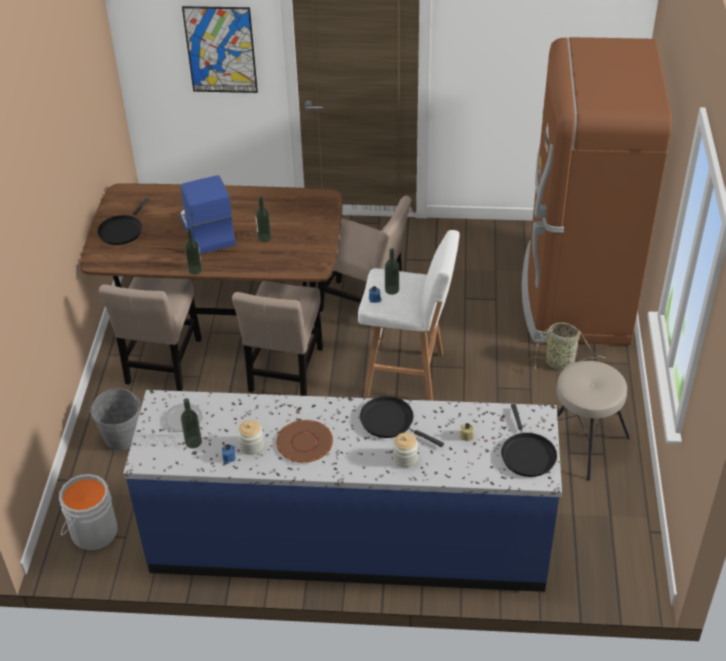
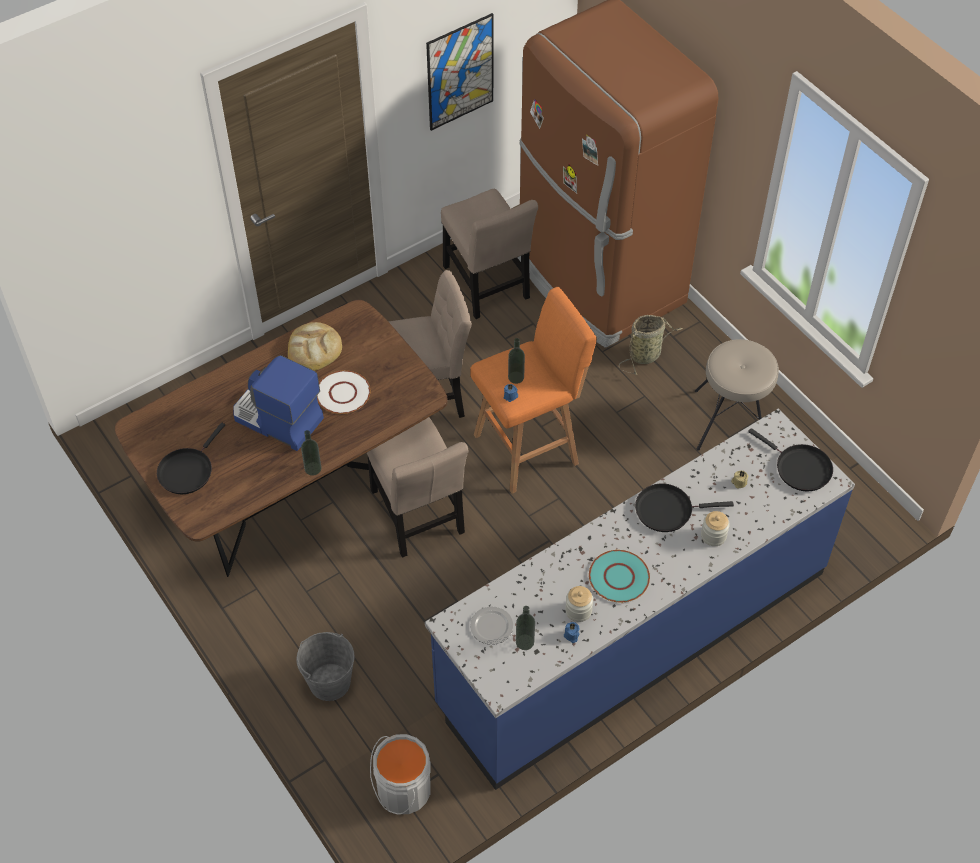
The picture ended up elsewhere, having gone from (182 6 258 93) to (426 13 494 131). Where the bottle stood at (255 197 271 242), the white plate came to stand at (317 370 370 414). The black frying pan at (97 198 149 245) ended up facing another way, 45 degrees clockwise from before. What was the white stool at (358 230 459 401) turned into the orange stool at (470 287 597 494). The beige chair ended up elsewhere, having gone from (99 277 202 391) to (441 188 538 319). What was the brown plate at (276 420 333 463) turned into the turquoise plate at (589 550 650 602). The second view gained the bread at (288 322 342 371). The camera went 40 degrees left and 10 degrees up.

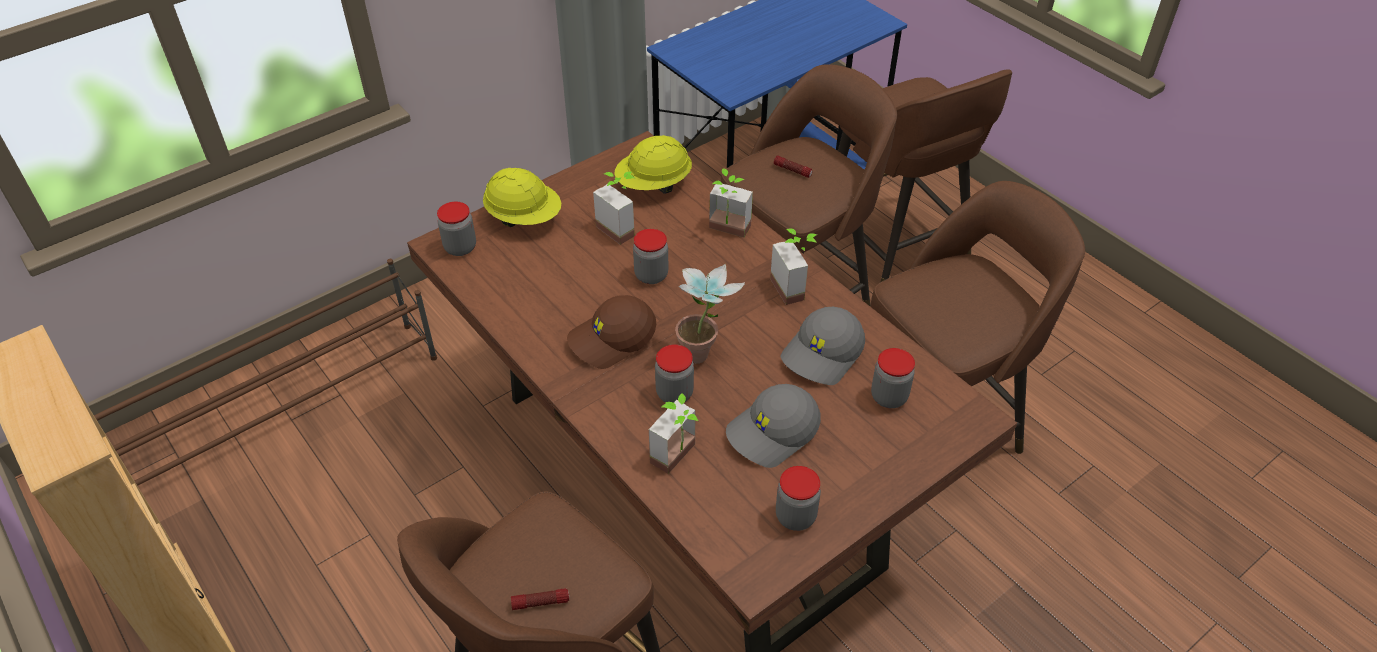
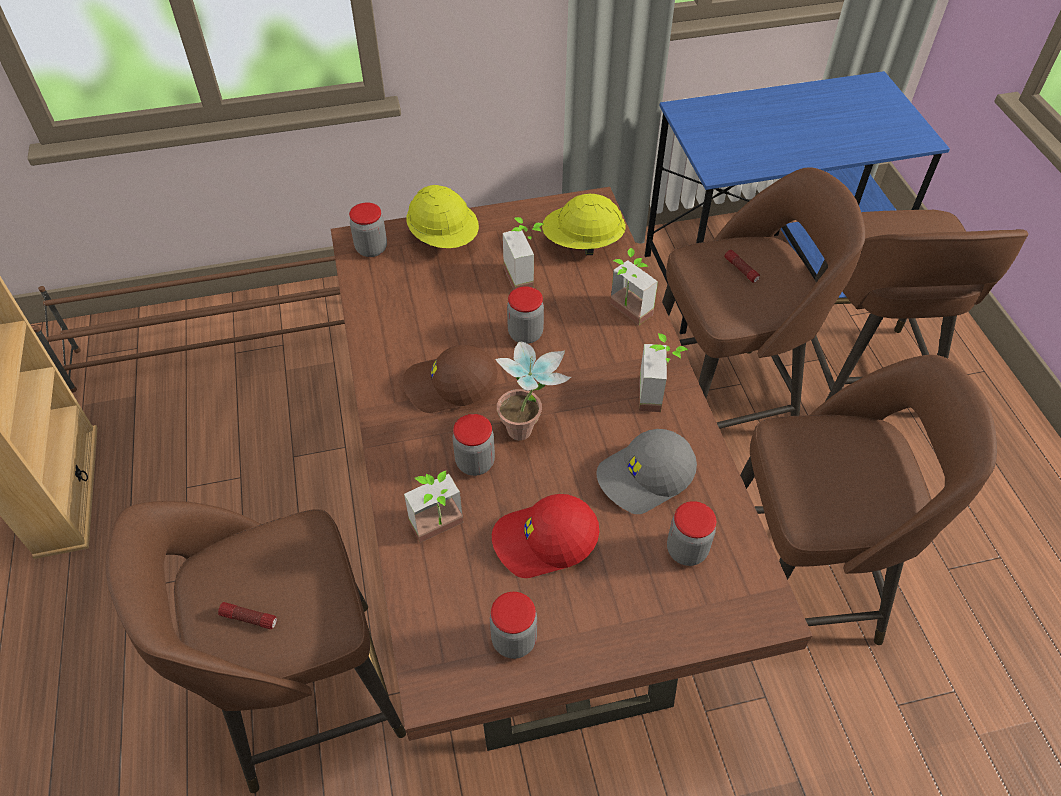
What was the grey cap at (726 384 821 468) turned into the red cap at (492 494 599 578). The camera went 25 degrees right and 5 degrees up.

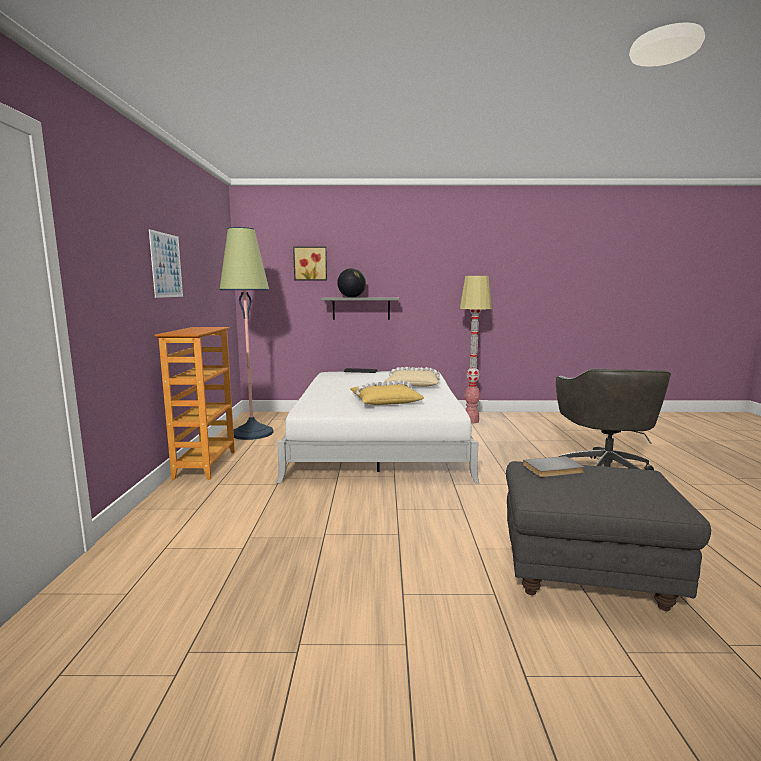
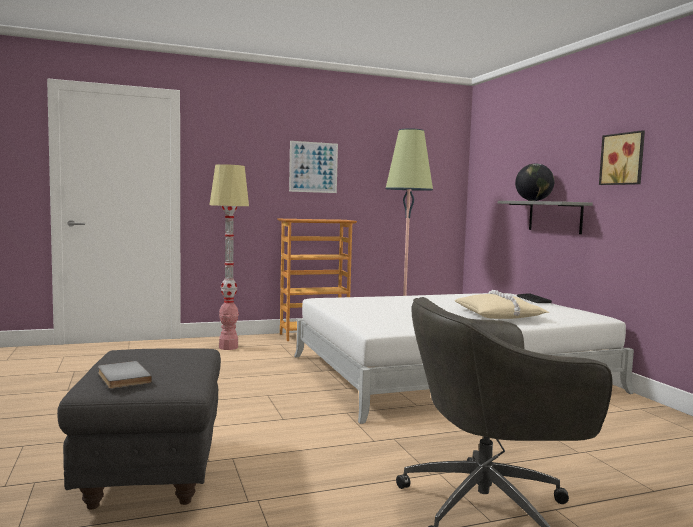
The picture ended up elsewhere, having gone from (293 247 327 280) to (599 130 645 185). The floor lamp ended up elsewhere, having gone from (459 276 492 423) to (210 164 249 350). The second view lost the yellow pillow at (350 380 424 405). The grey book ended up elsewhere, having gone from (523 456 584 477) to (98 361 152 389). The camera went 70 degrees right and 5 degrees down.

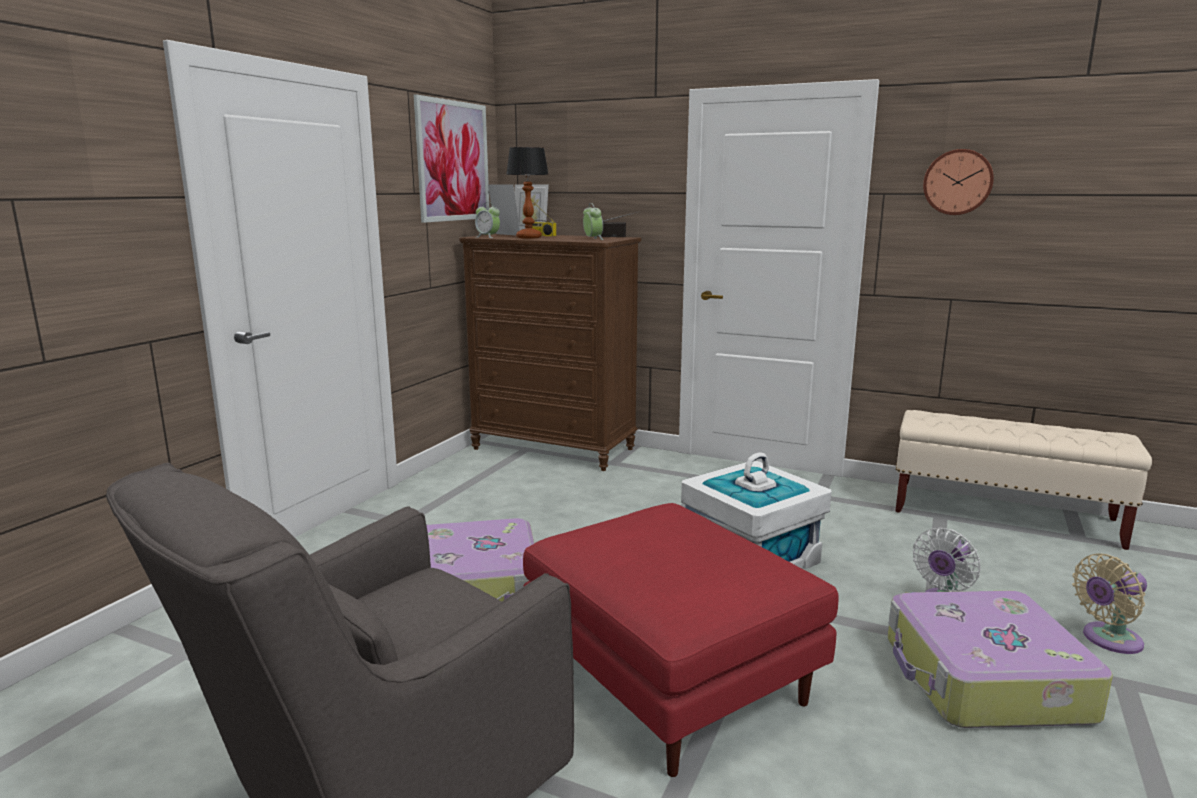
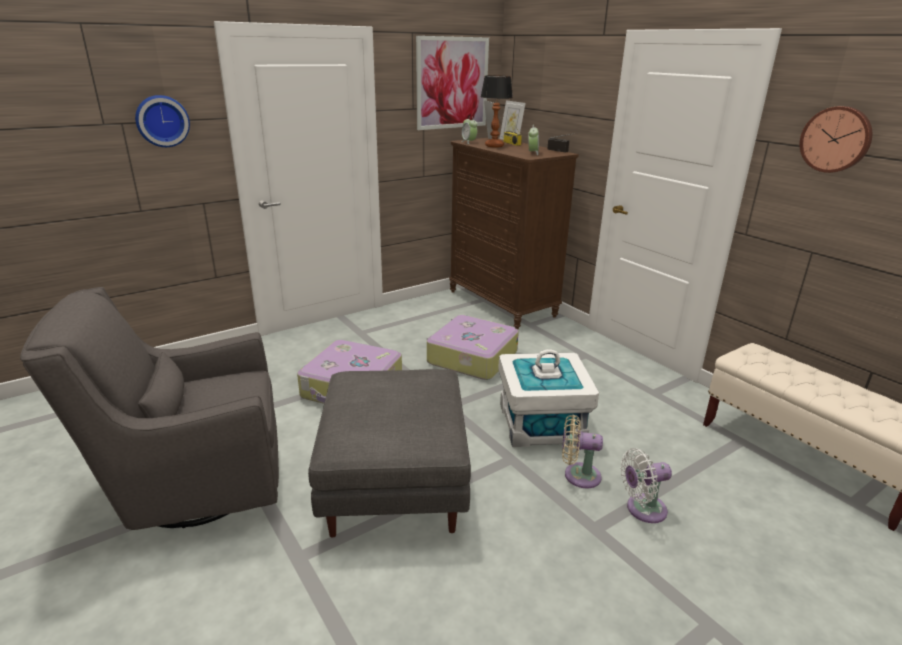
What was the red ottoman at (523 503 839 777) turned into the grey ottoman at (308 369 471 538). The beige fan ended up elsewhere, having gone from (1072 553 1147 654) to (562 415 603 488). The suitcase ended up elsewhere, having gone from (888 591 1113 728) to (427 315 519 380). The second view gained the wall clock at (135 95 190 147). The camera went 30 degrees right and 10 degrees up.

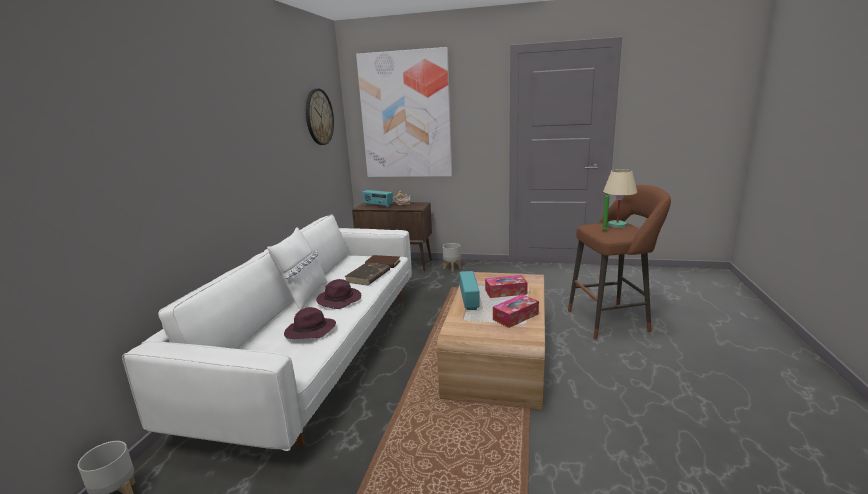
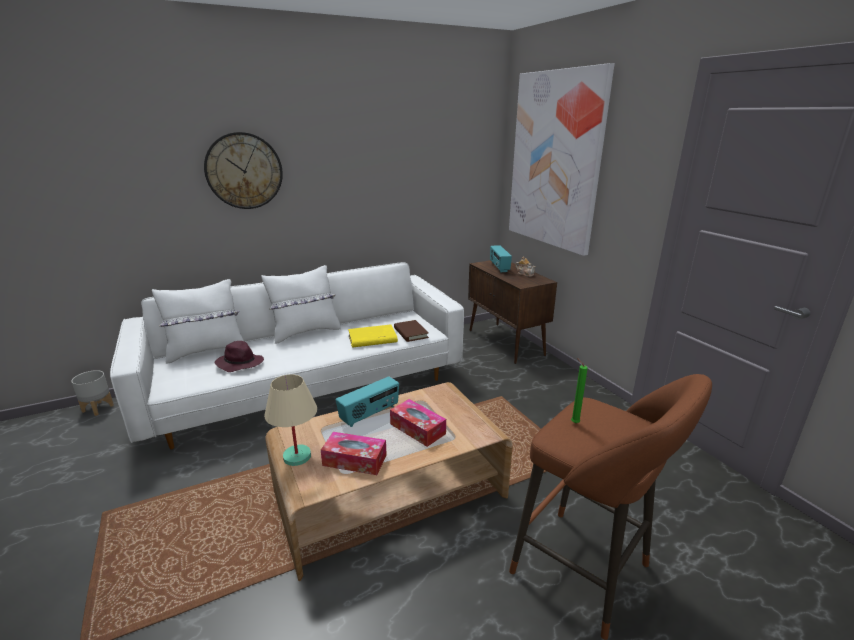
The wall clock ended up elsewhere, having gone from (306 89 334 145) to (204 132 283 209). The beige table lamp ended up elsewhere, having gone from (603 169 637 228) to (264 374 317 466). The second view lost the grey planter at (443 243 461 272). What was the brown book at (344 262 390 286) turned into the yellow book at (348 324 398 348). The second view lost the purple hat at (316 279 361 309). The second view gained the white pillow at (152 279 244 364). The camera went 50 degrees right and 5 degrees up.

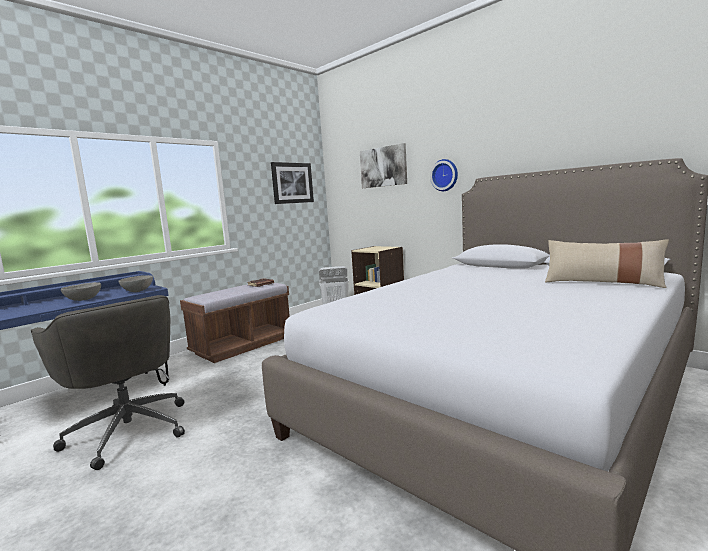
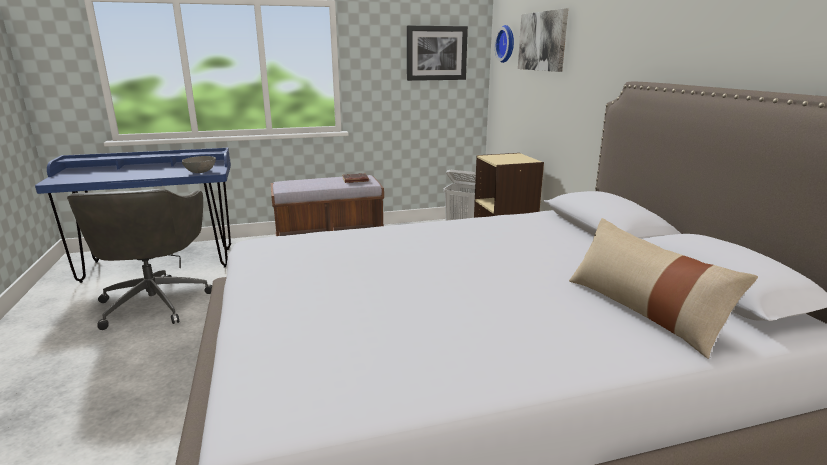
The wall clock ended up elsewhere, having gone from (430 159 458 191) to (495 25 514 63). The second view lost the grey bowl at (61 282 101 301). The camera went 30 degrees right and 10 degrees up.

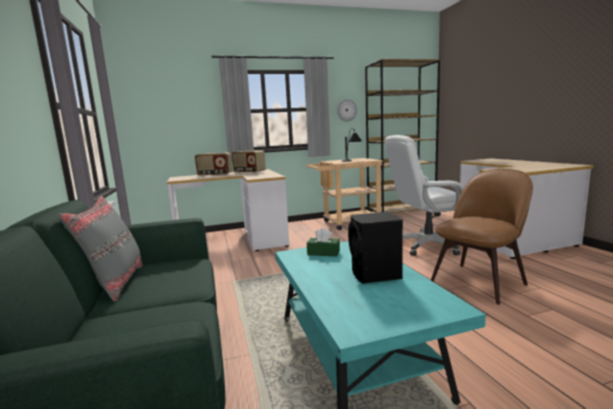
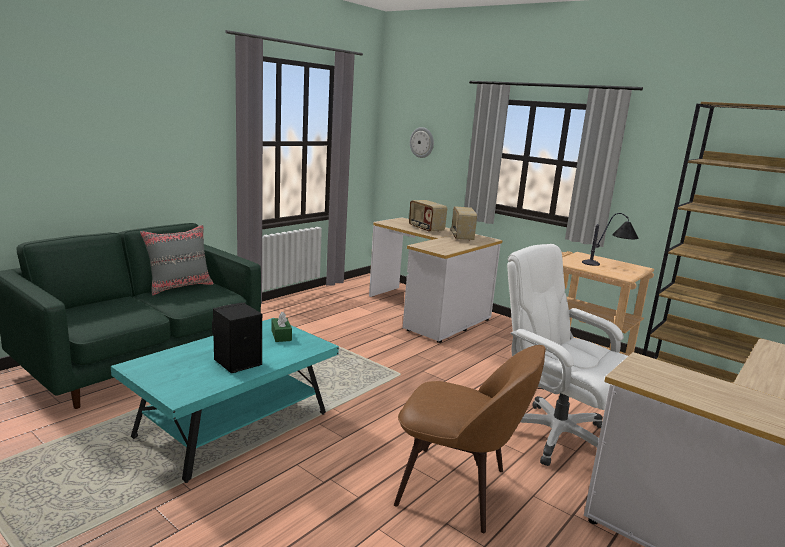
The wall clock ended up elsewhere, having gone from (337 99 357 122) to (410 127 434 158). The camera went 55 degrees right and 5 degrees up.

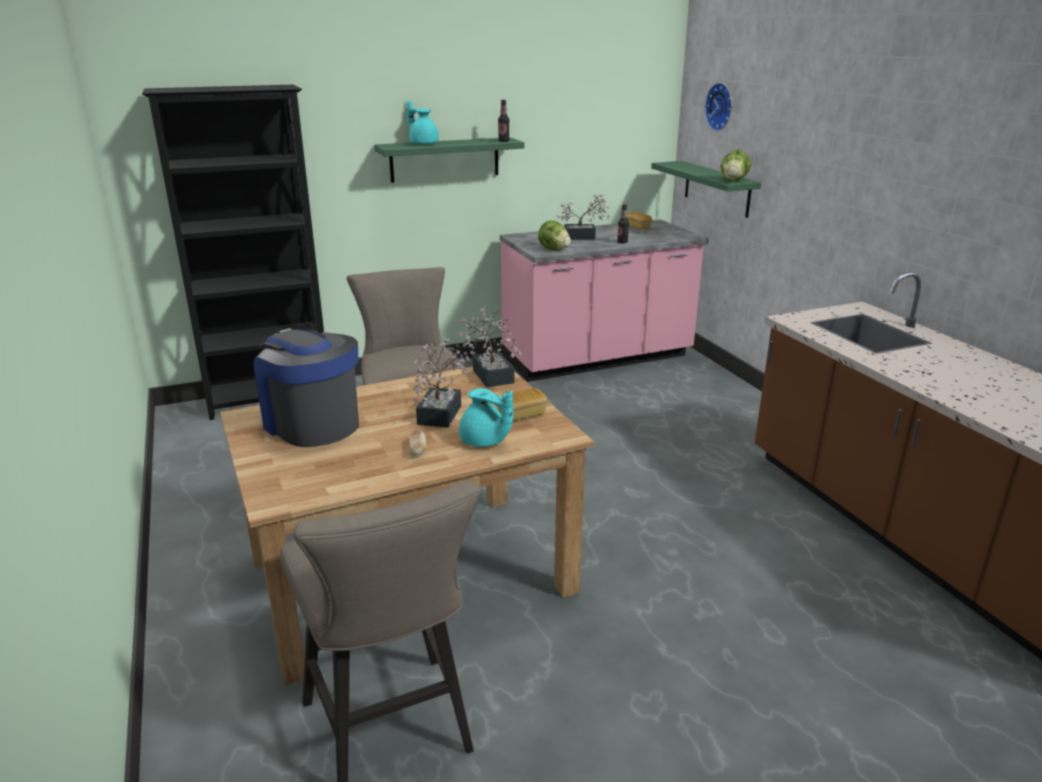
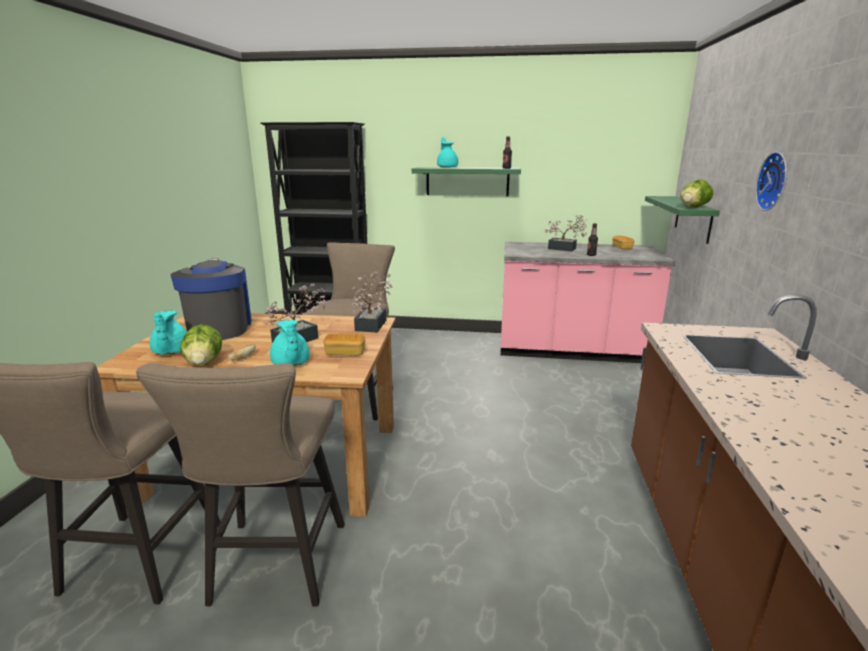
The wall clock ended up elsewhere, having gone from (705 83 732 131) to (755 152 787 211). The lettuce ended up elsewhere, having gone from (538 220 571 251) to (180 324 222 366). The second view gained the turquoise teapot at (150 311 187 355). The second view gained the beige stool at (136 363 345 606). The camera went 30 degrees right and 5 degrees down.

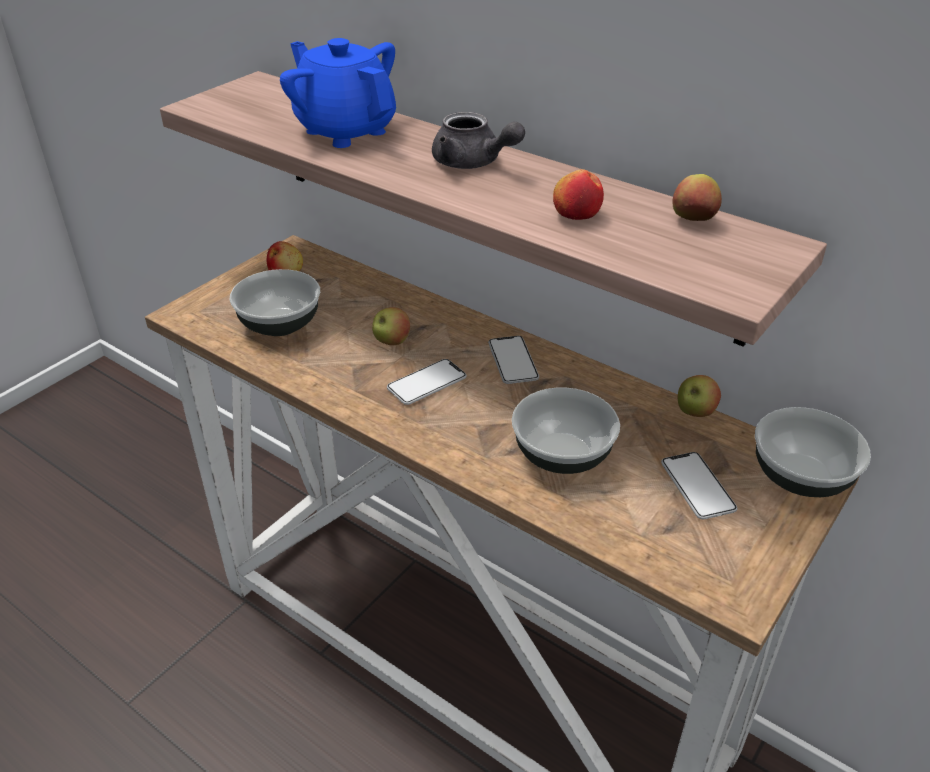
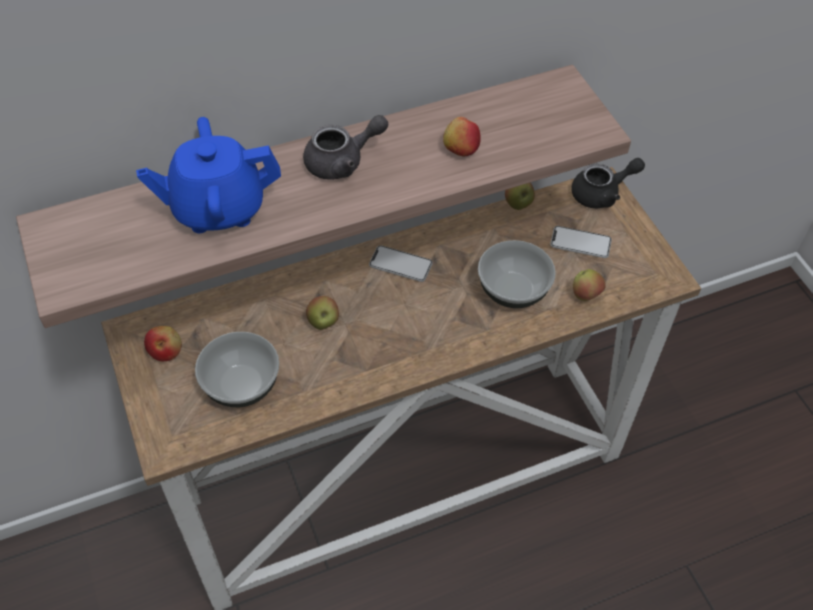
The apple ended up elsewhere, having gone from (672 174 722 221) to (573 269 606 301). The second view lost the phone at (387 359 467 405). Where the bowl stood at (755 407 871 497), the black teapot came to stand at (571 158 645 208). The camera went 60 degrees left and 15 degrees up.

